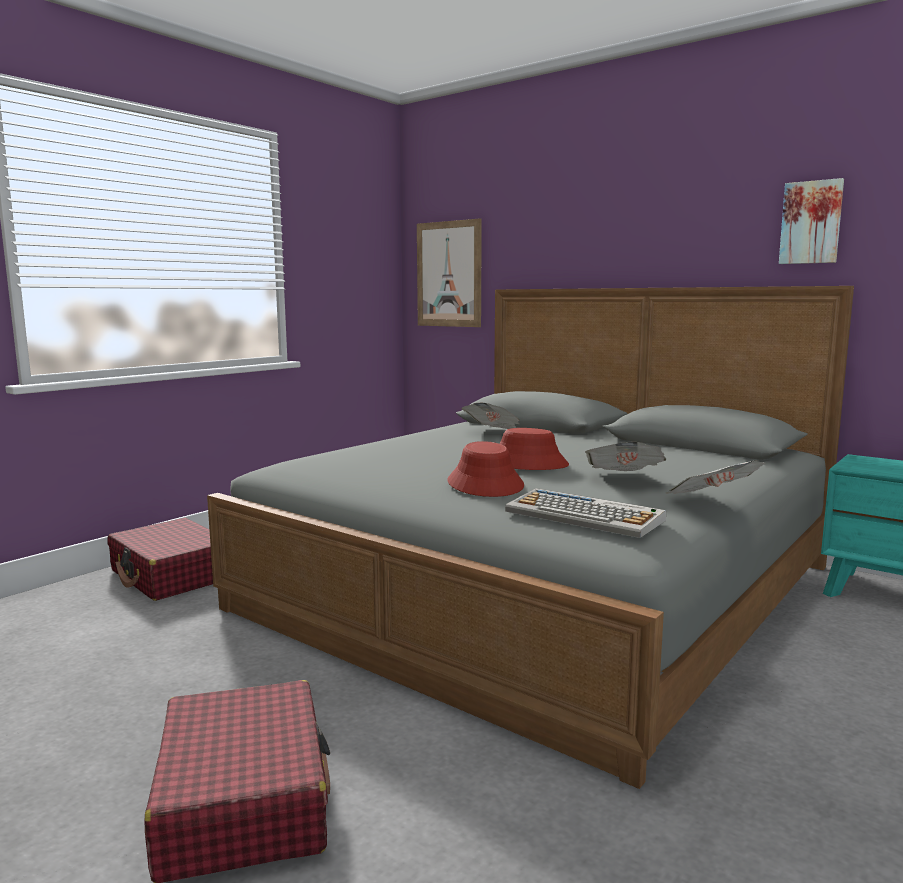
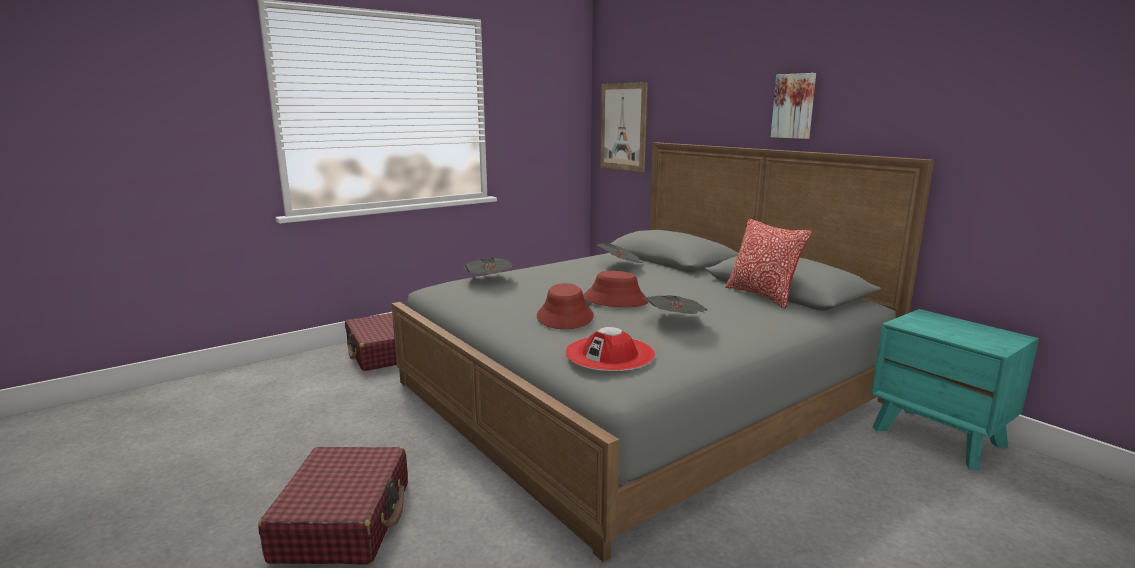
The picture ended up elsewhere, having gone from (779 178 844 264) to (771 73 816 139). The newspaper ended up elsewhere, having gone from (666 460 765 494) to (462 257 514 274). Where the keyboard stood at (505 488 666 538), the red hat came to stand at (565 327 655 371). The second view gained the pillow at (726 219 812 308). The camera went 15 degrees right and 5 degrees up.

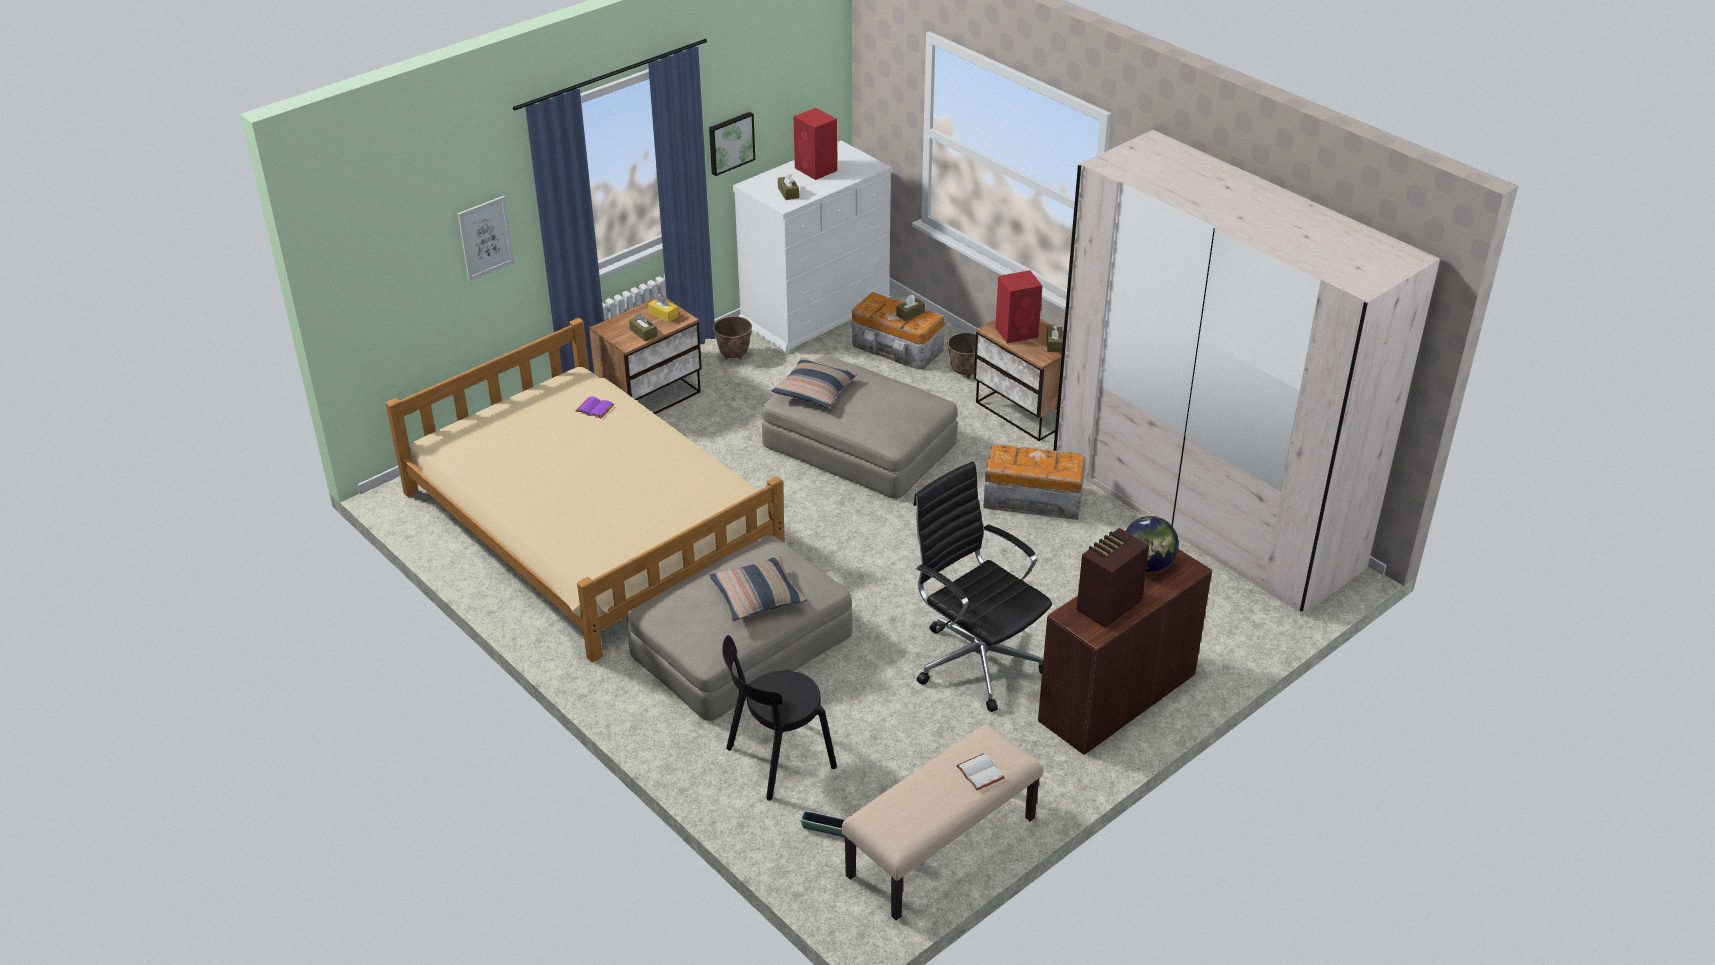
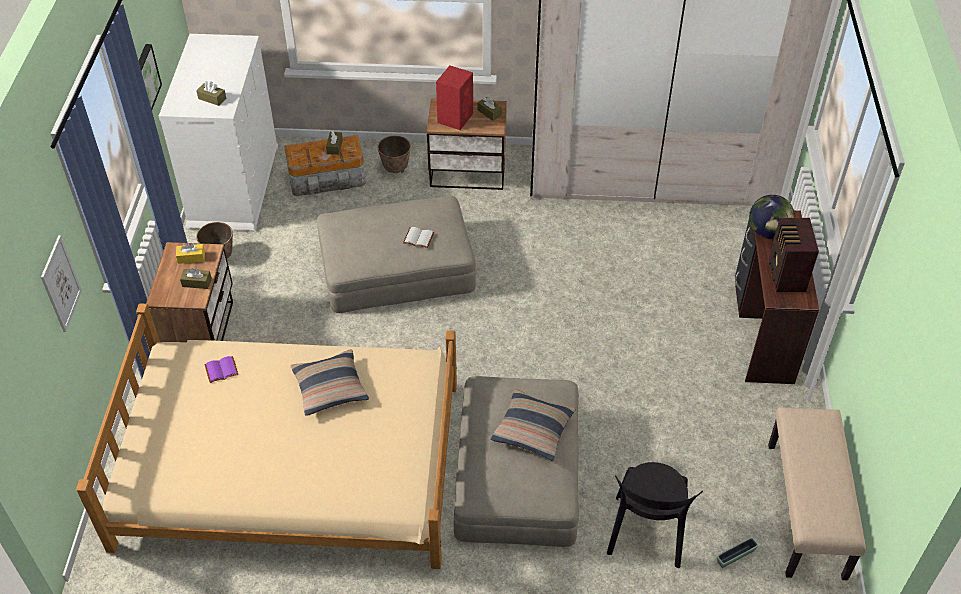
The second view lost the red speaker at (794 108 837 180). The pillow ended up elsewhere, having gone from (772 358 858 408) to (291 349 369 416). The second view lost the storage box at (983 444 1086 520). The second view lost the black office chair at (913 461 1052 712). The white book ended up elsewhere, having gone from (956 753 1005 790) to (403 227 434 248). The camera went 45 degrees left and 10 degrees up.

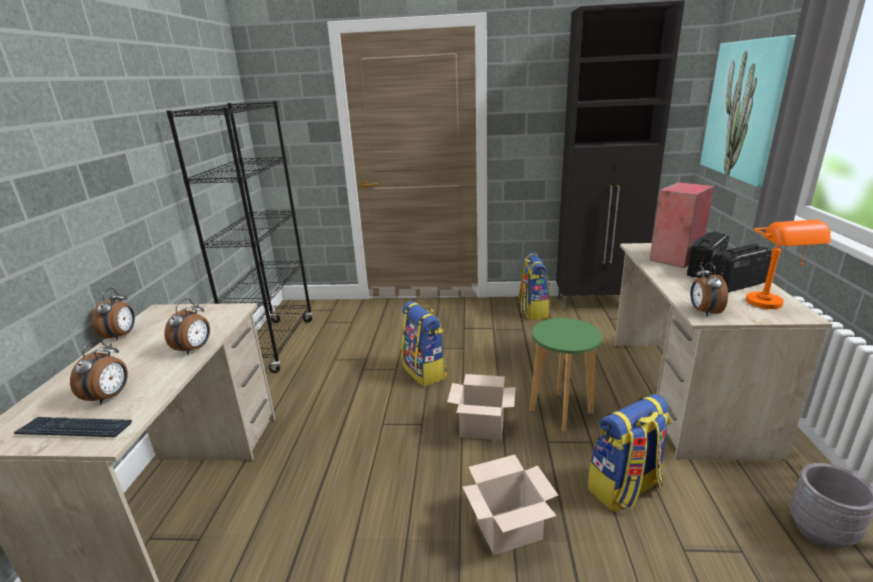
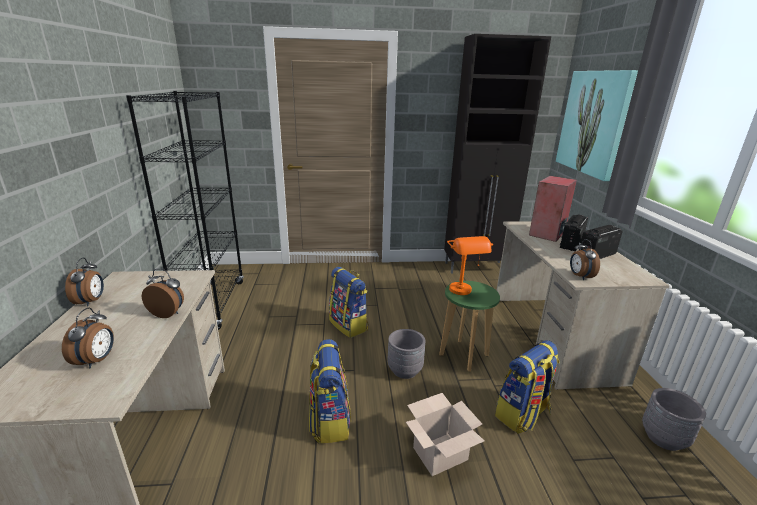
The orange table lamp ended up elsewhere, having gone from (746 220 831 309) to (447 236 493 295). The backpack ended up elsewhere, having gone from (518 252 551 320) to (309 339 351 444). The alarm clock at (164 299 210 355) ended up facing another way, 90 degrees counterclockwise from before. Where the cardboard box stood at (447 374 516 441), the grey planter came to stand at (388 329 425 379). The second view lost the keyboard at (14 417 132 437). The camera went 10 degrees left and 0 degrees up.

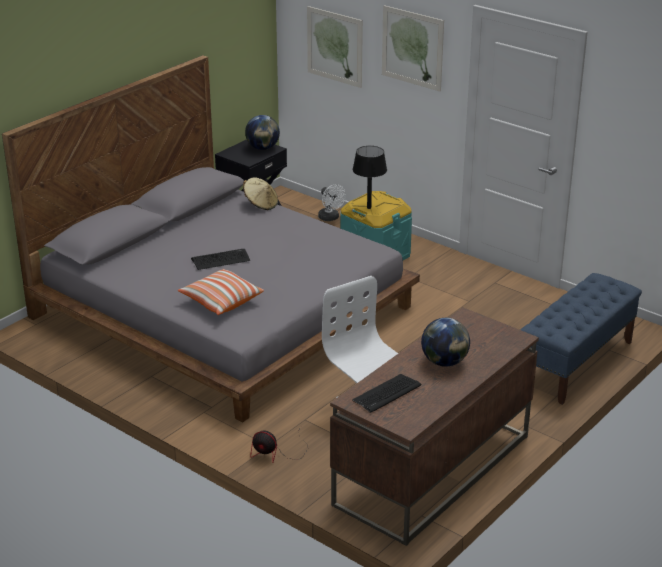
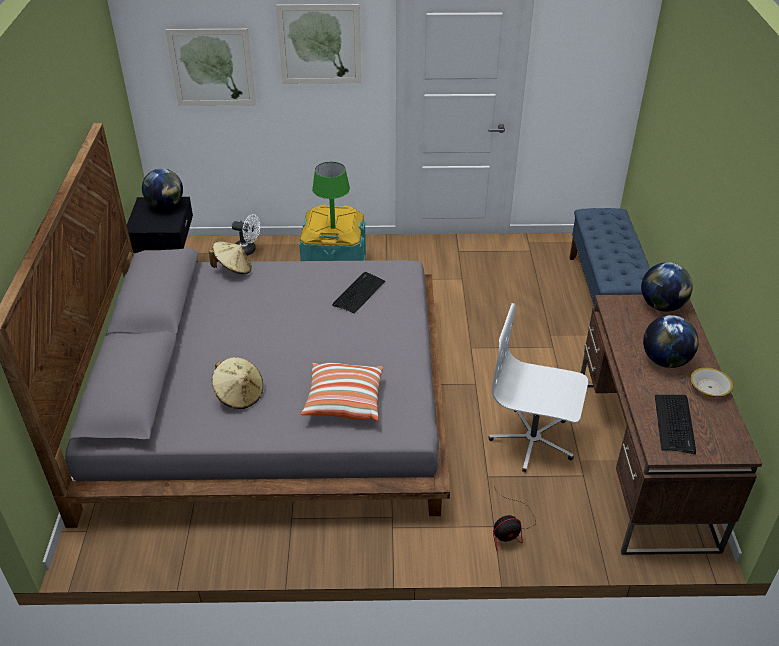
What was the black table lamp at (353 146 387 209) turned into the green table lamp at (312 162 350 229). The keyboard ended up elsewhere, having gone from (191 249 250 270) to (332 272 385 314). The second view gained the globe at (641 262 693 312). The second view gained the beige hat at (212 357 263 409). The second view gained the bowl at (690 367 733 397). The camera went 40 degrees left and 10 degrees up.

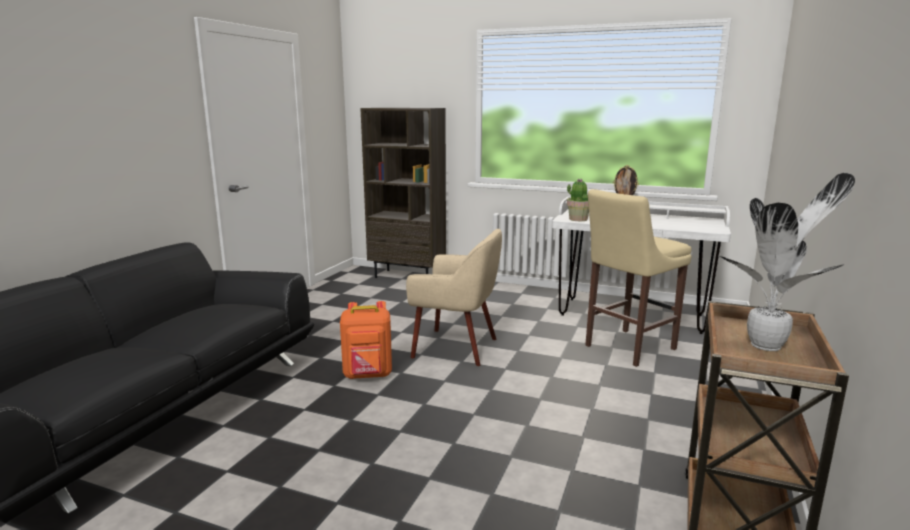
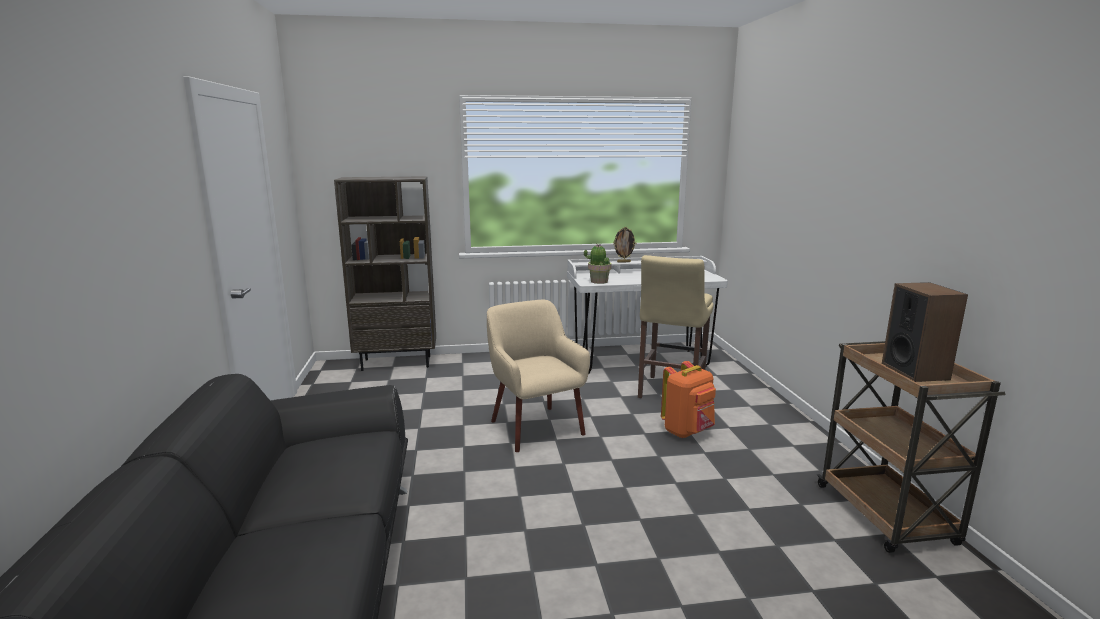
Where the potted plant stood at (719 173 855 351), the speaker came to stand at (882 282 968 382). The beige armchair at (406 229 502 366) ended up facing another way, 105 degrees counterclockwise from before. The orange backpack ended up elsewhere, having gone from (340 301 392 379) to (661 361 716 438). The camera went 30 degrees left and 0 degrees up.

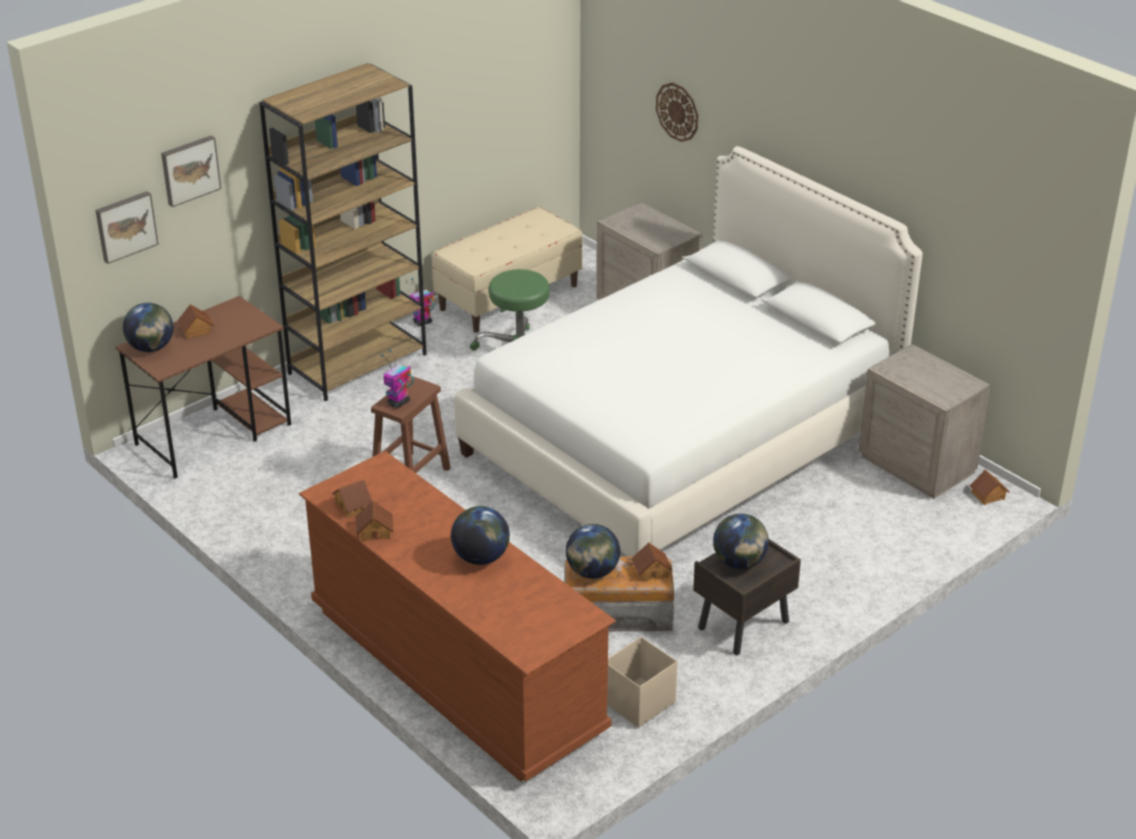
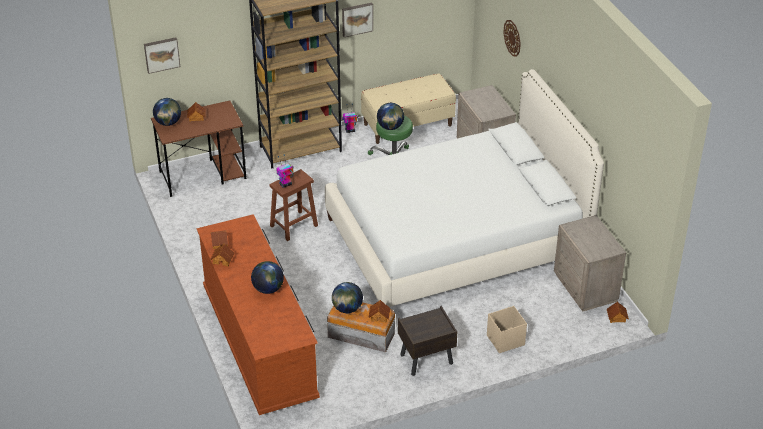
The picture ended up elsewhere, having gone from (161 136 221 207) to (342 3 373 37). The globe ended up elsewhere, having gone from (713 514 769 569) to (377 103 404 130). The beige storage box ended up elsewhere, having gone from (607 636 677 728) to (487 306 527 353). The camera went 20 degrees right and 5 degrees up.

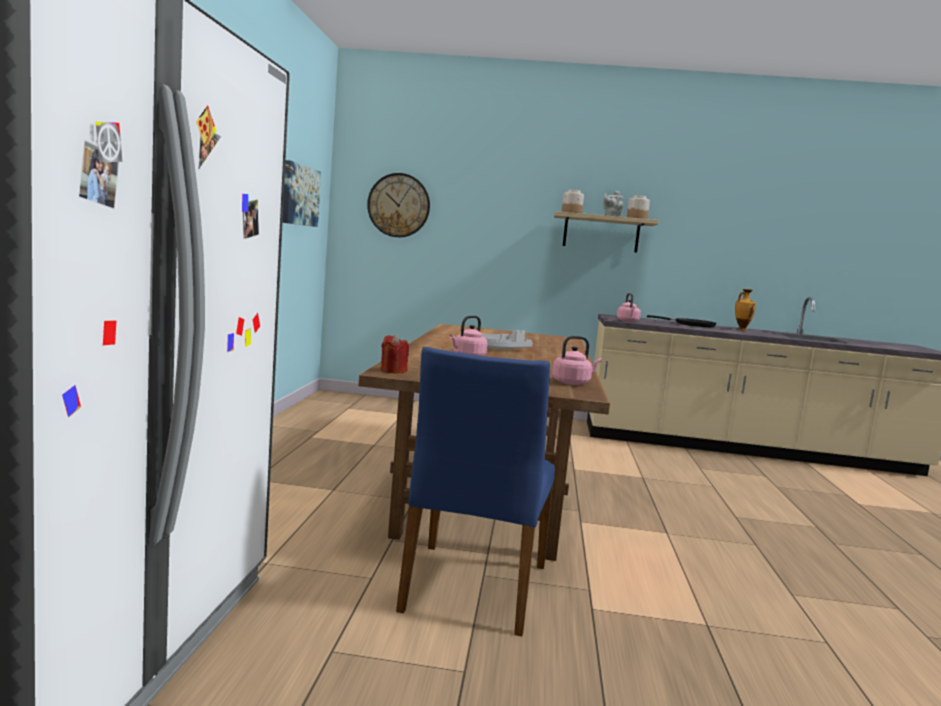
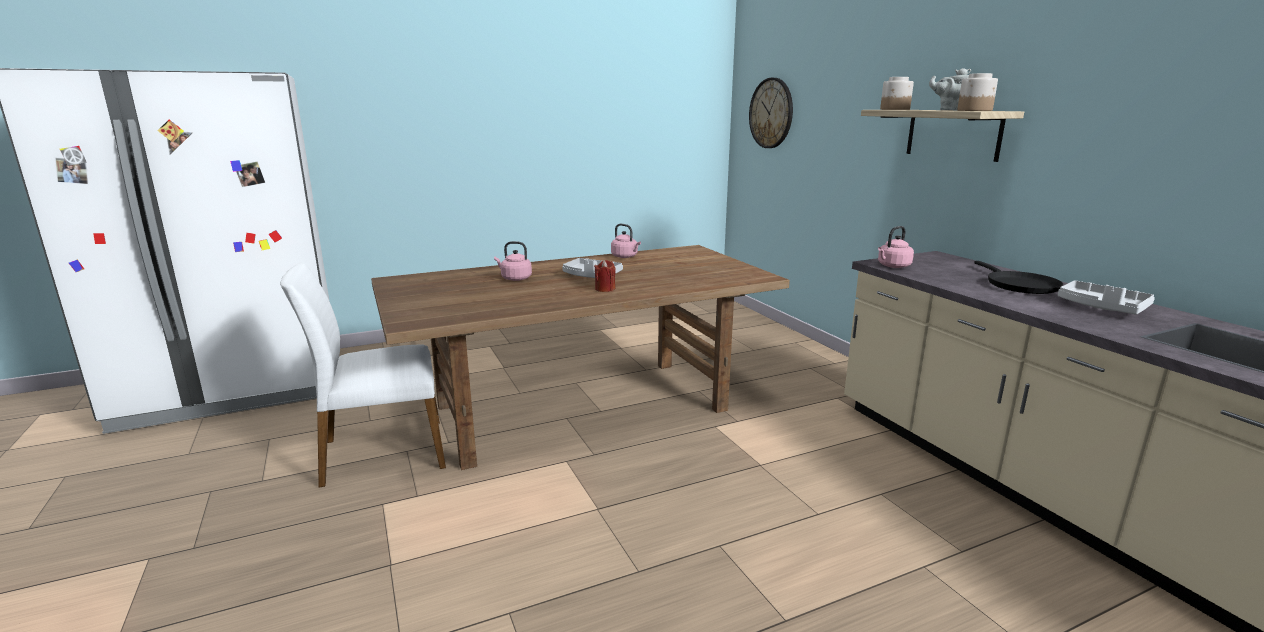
The second view lost the picture at (283 160 321 227). Where the vase stood at (735 289 756 331), the grey tray came to stand at (1058 280 1155 315). The red candle ended up elsewhere, having gone from (381 334 409 374) to (594 260 616 292). The pink kettle ended up elsewhere, having gone from (552 336 602 385) to (611 224 641 258). What was the blue chair at (396 347 555 636) turned into the white chair at (280 263 446 487). The camera went 60 degrees right and 10 degrees up.

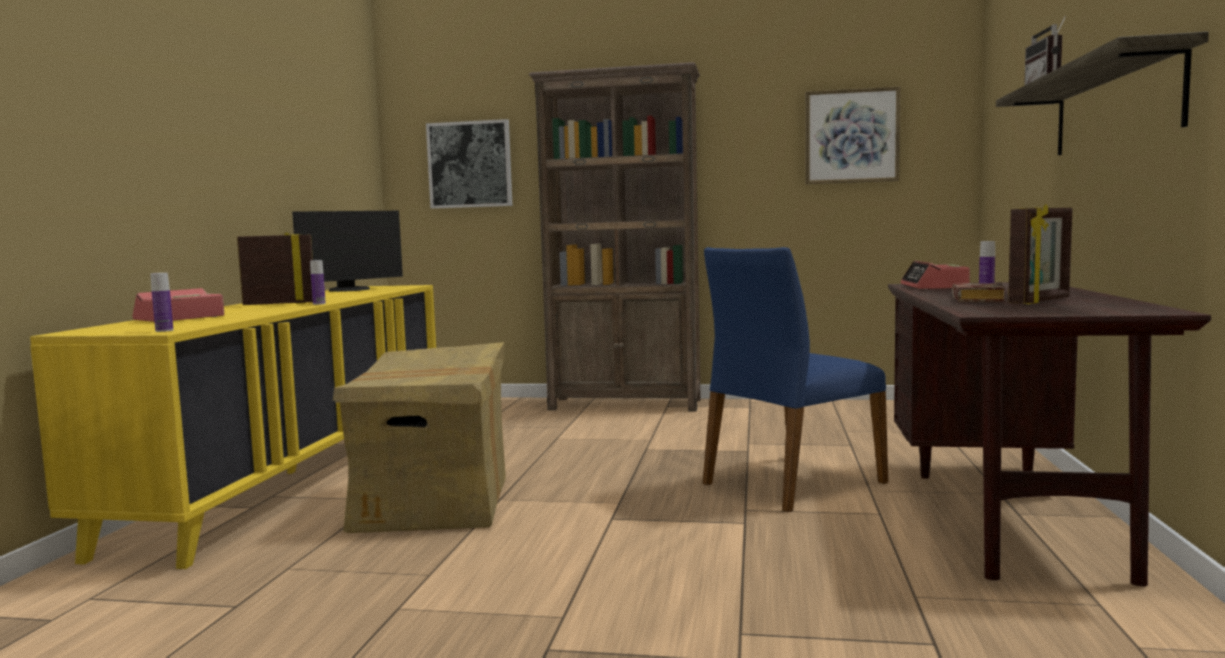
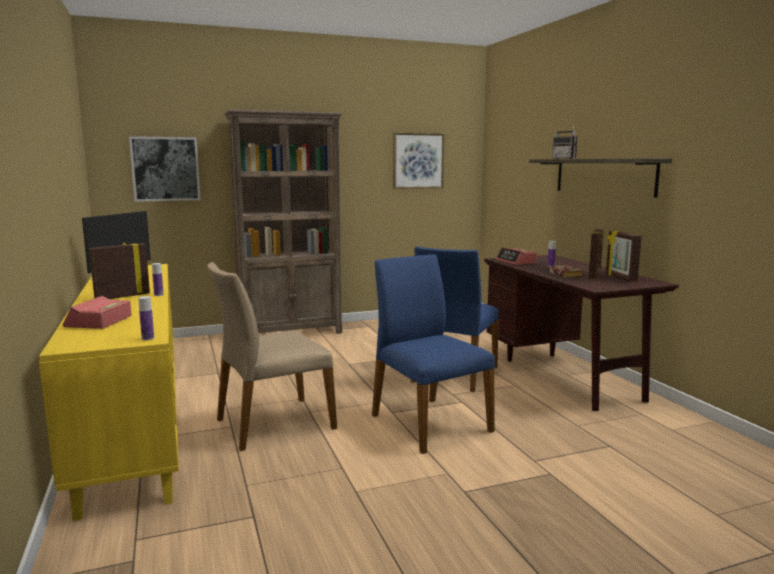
Where the cardboard box stood at (333 342 506 533), the beige chair came to stand at (208 262 337 451). The second view gained the picture frame at (606 230 642 282). The second view gained the blue chair at (372 254 495 454). The camera went 30 degrees left and 5 degrees up.

